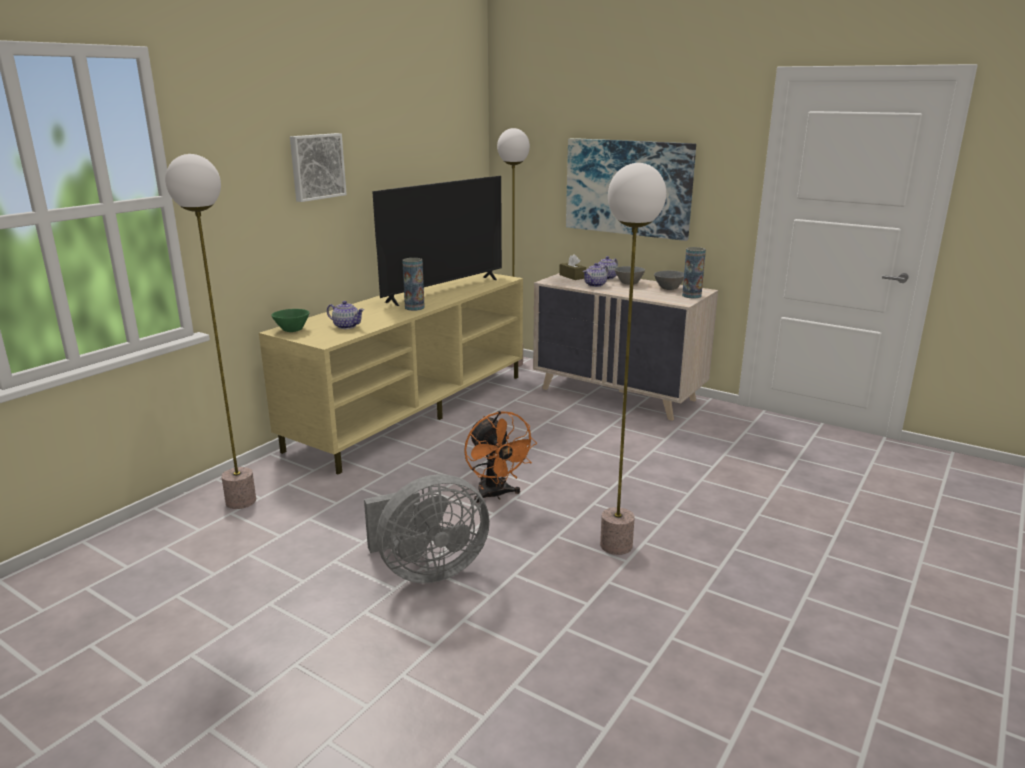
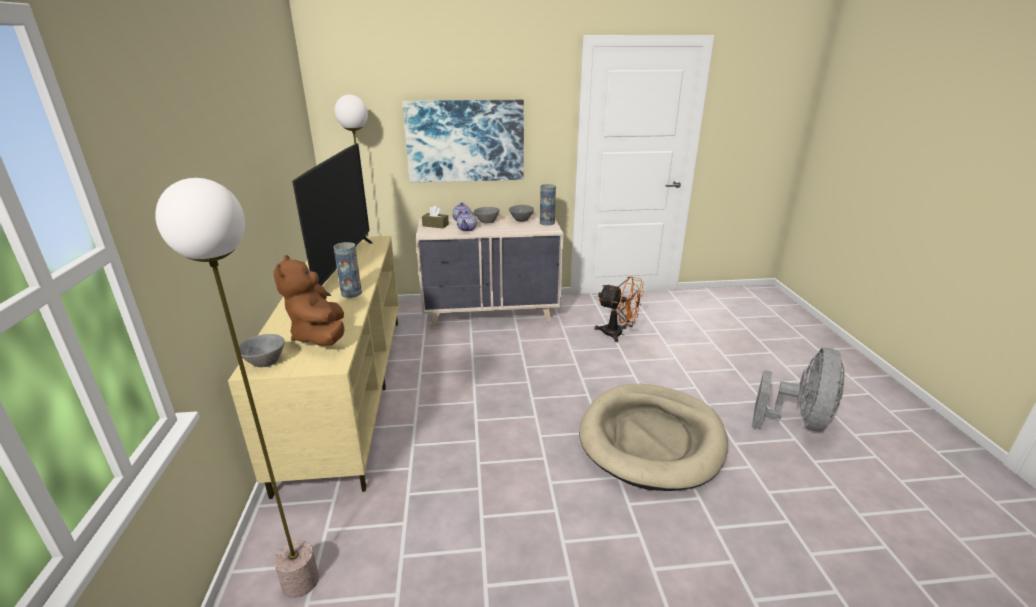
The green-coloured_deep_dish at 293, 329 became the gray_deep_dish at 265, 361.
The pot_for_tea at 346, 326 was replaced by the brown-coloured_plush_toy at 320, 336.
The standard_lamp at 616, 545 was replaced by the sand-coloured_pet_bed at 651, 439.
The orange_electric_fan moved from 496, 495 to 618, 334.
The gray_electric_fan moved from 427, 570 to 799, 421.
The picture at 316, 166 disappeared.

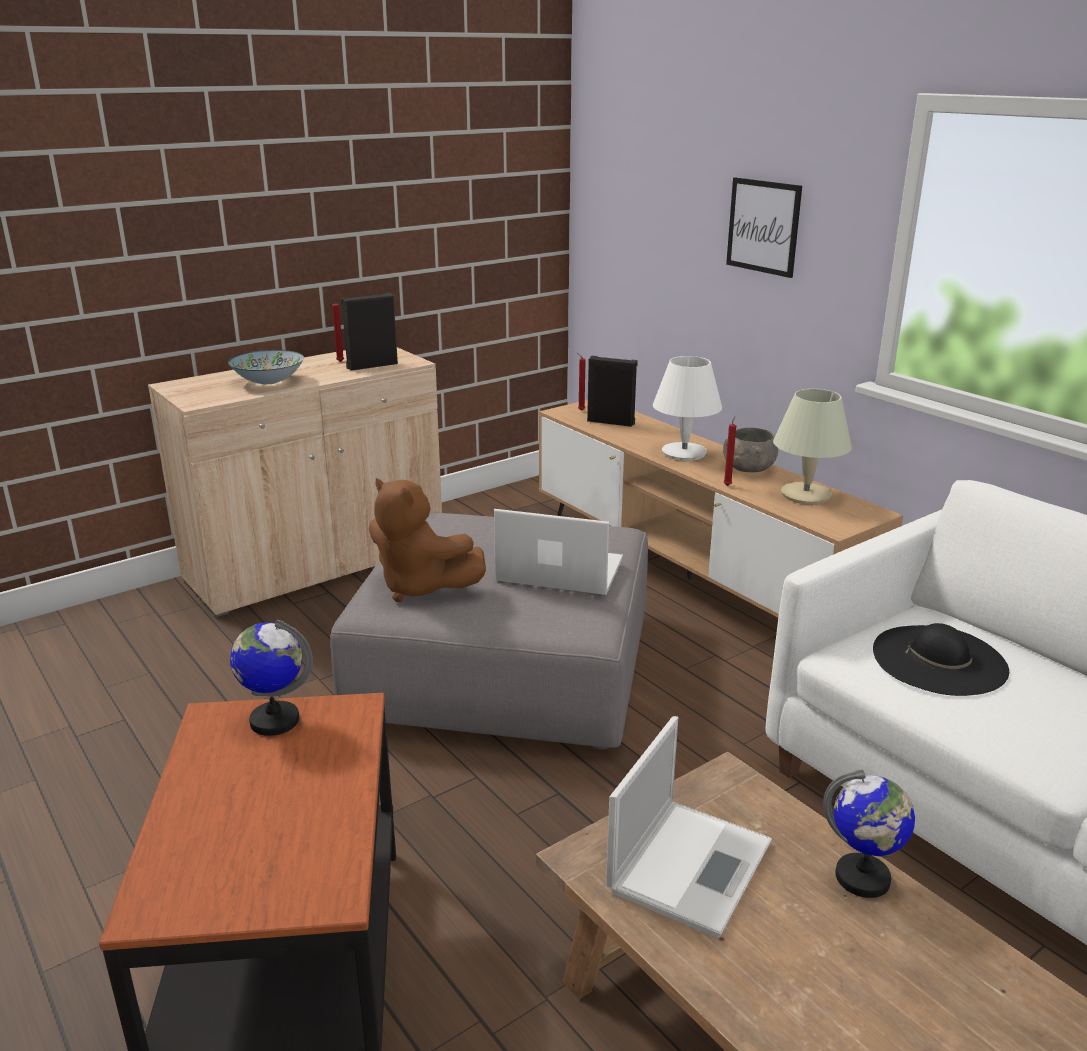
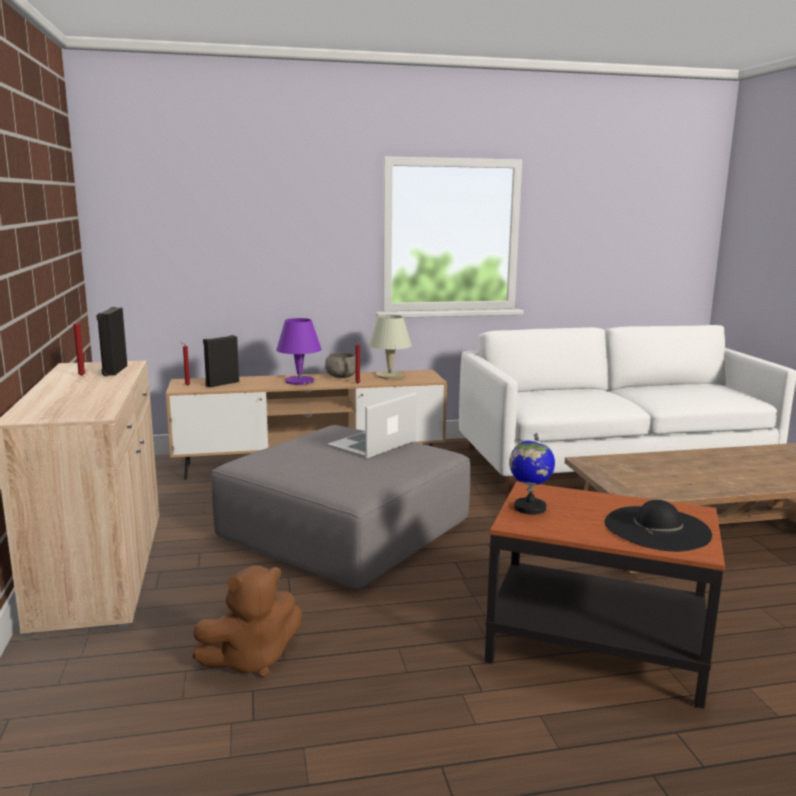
The brown-coloured_plush_toy moved from 420, 587 to 251, 659.
The whitish_tabletop_lamp at 684, 453 became the purple_tabletop_lamp at 299, 381.
The black-coloured_hat moved from 939, 659 to 657, 528.
The deep_dish at 268, 381 disappeared.
The portable_computer at 691, 863 disappeared.
The picture at 763, 226 disappeared.
The world_globe at 863, 878 disappeared.

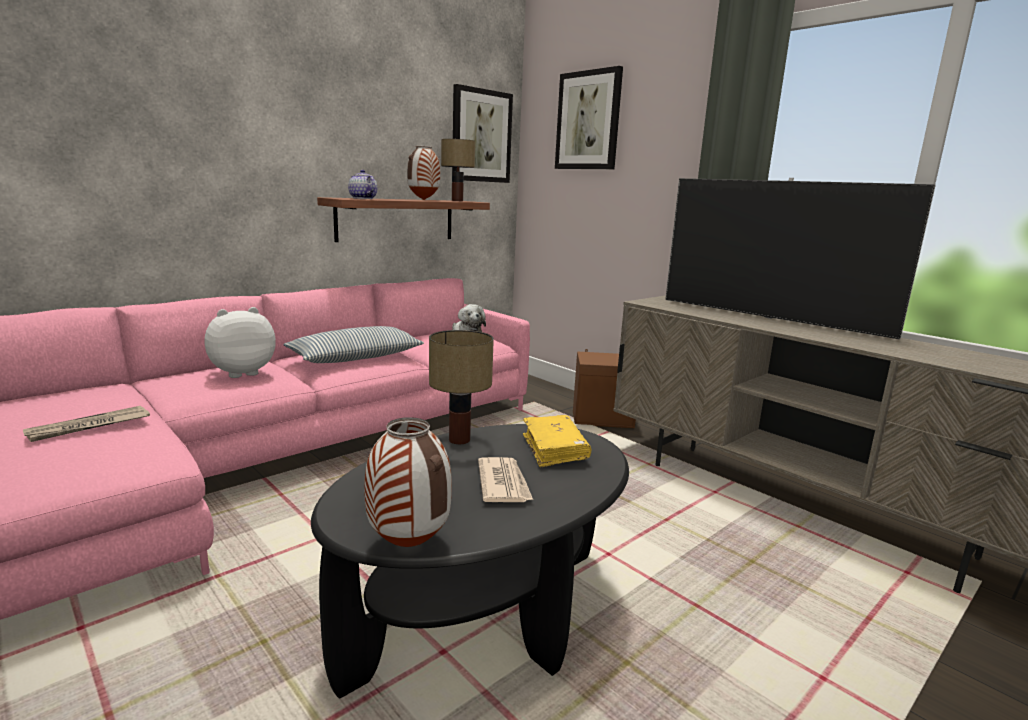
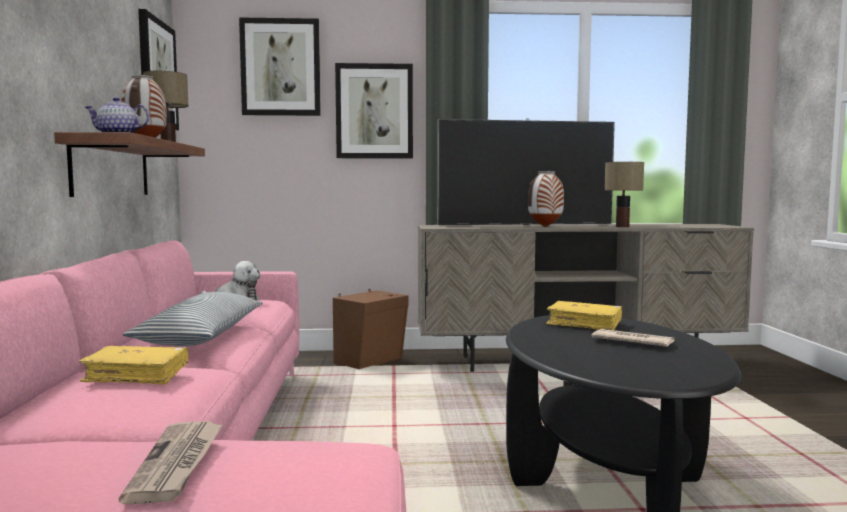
The plush_toy at 241, 372 was replaced by the yellowish_volume at 137, 375.
The picture at 374, 111 appeared.
The vase moved from 407, 545 to 545, 227.
The tabletop_lamp moved from 460, 440 to 622, 226.

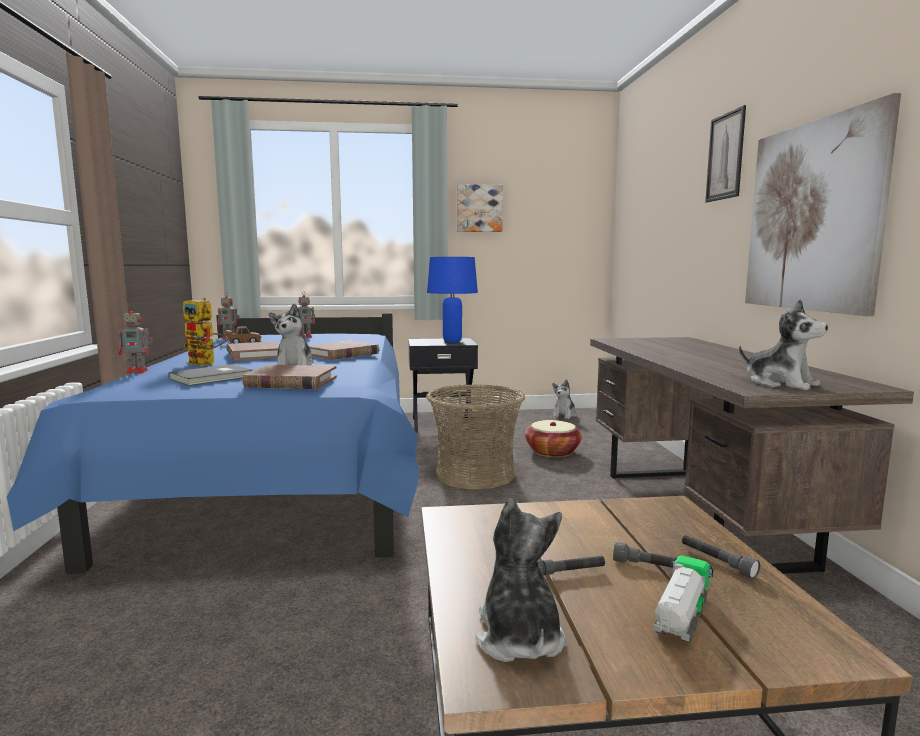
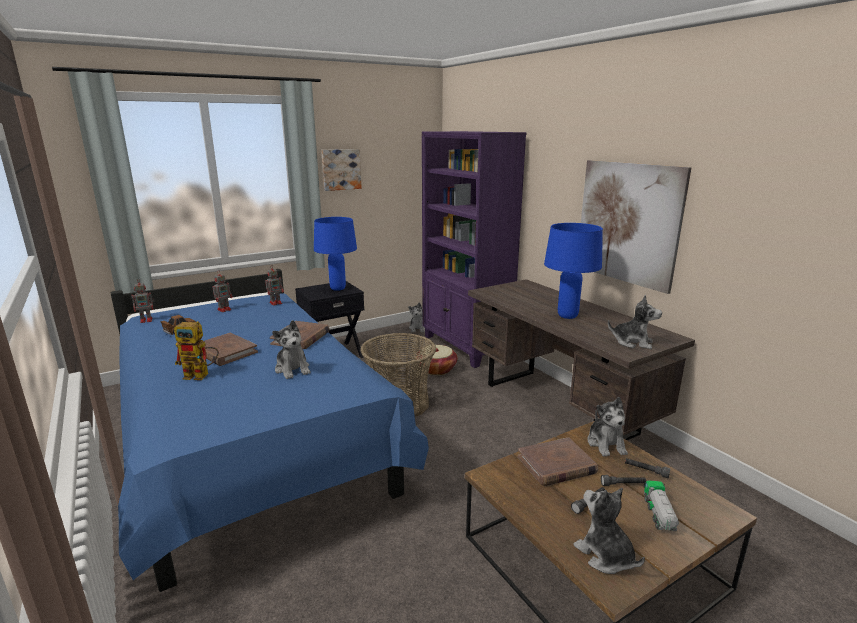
The toy_robot moved from 138, 371 to 276, 303.
The purple_bookcase at 465, 347 appeared.
The brown-coloured_volume moved from 291, 382 to 556, 465.
The blue-coloured_tabletop_lamp at 567, 316 appeared.
The plush_toy at 606, 444 appeared.
The gray_volume at 213, 377 disappeared.
The picture at 725, 156 disappeared.

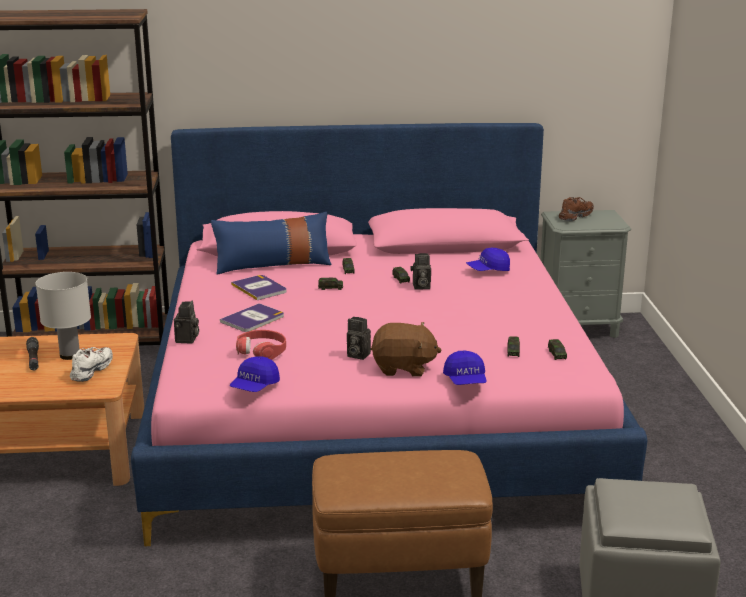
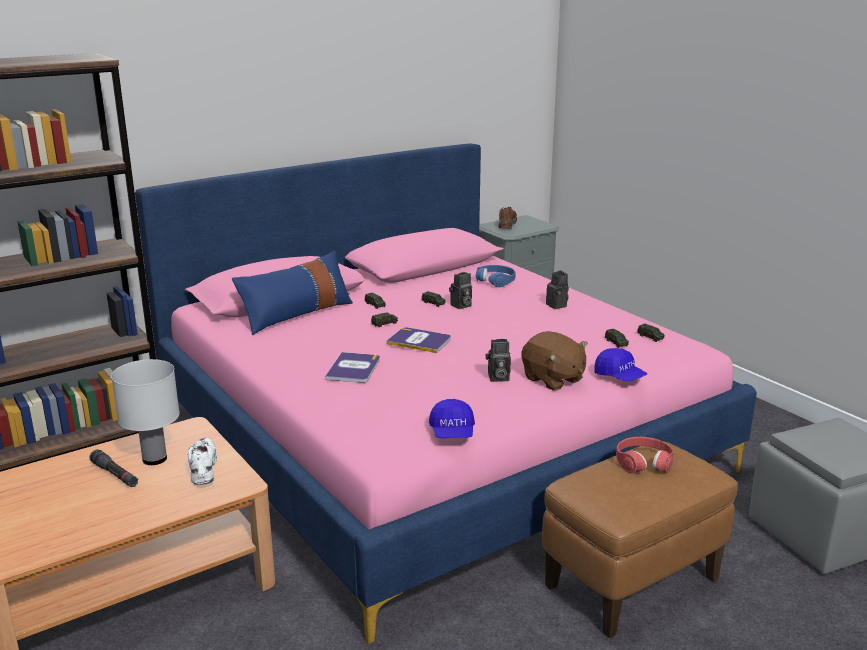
The volume moved from 259, 288 to 419, 341.
The blue-coloured_cap at 488, 270 was replaced by the blue-coloured_headphones at 495, 280.
The brown-coloured_plush_toy at 403, 368 turned 75 degrees clockwise.
The photo_camera moved from 187, 340 to 558, 305.
The reddish_headphones moved from 262, 351 to 643, 462.

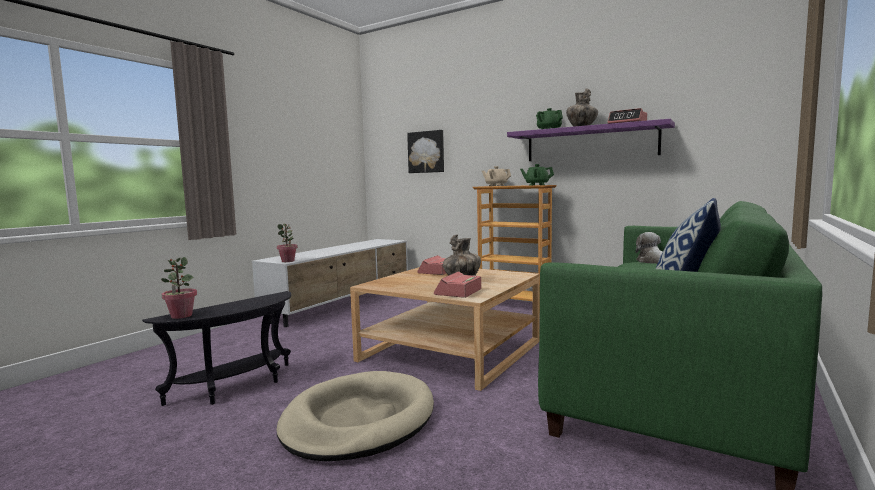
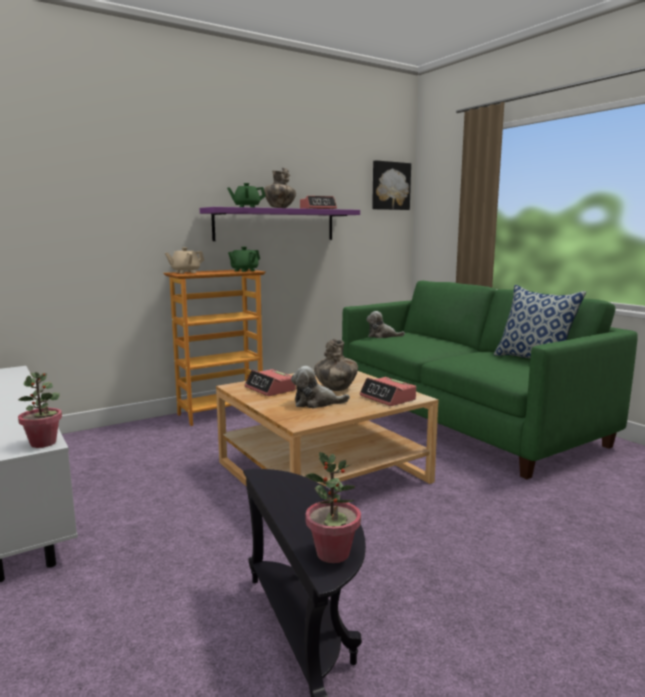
The plush_toy at 316, 403 appeared.
The picture moved from 426, 152 to 390, 186.
The sand-coloured_pet_bed at 358, 420 disappeared.

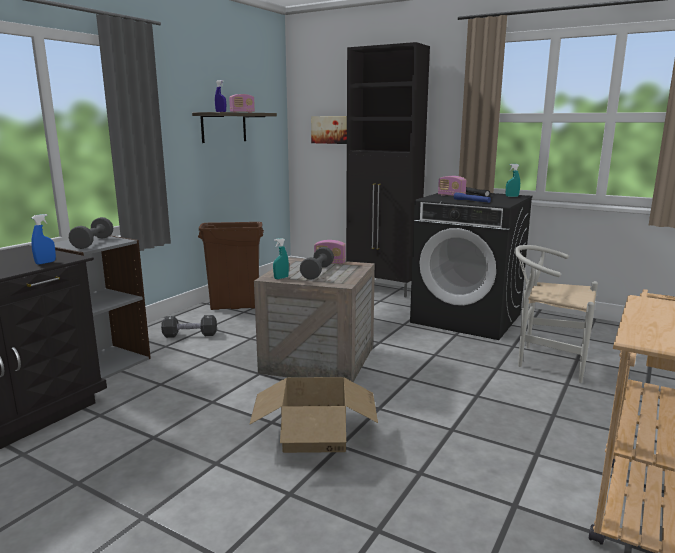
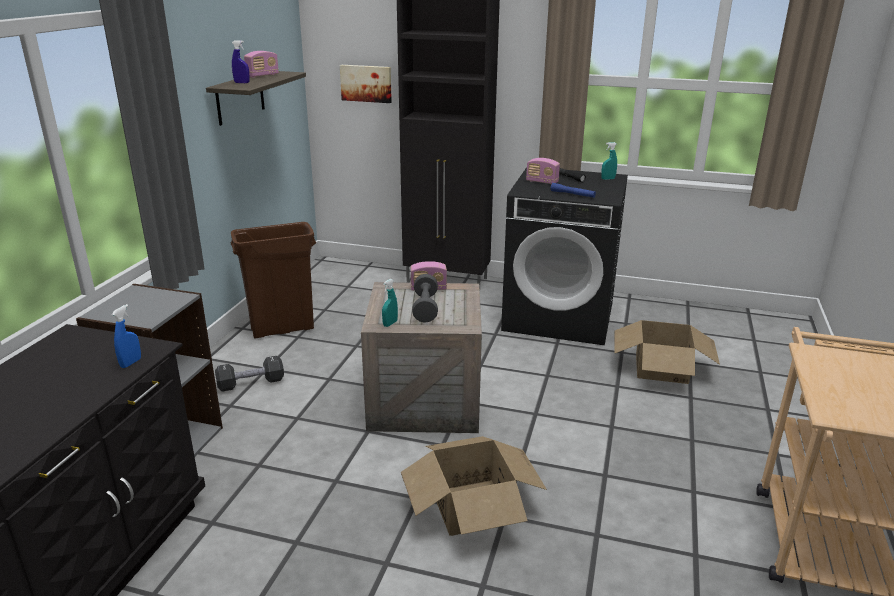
The whitish_upright_chair at 546, 360 was replaced by the carton at 661, 368.
The gray_free_weight at 93, 243 disappeared.

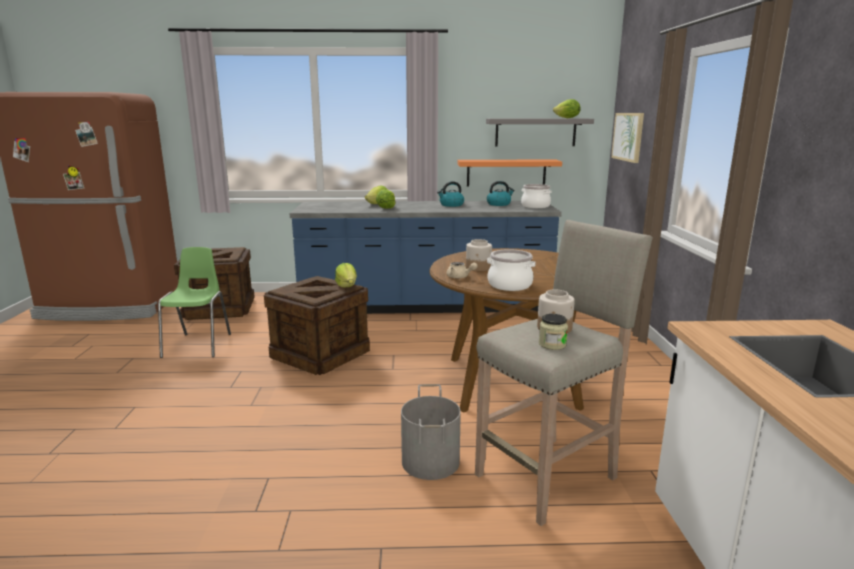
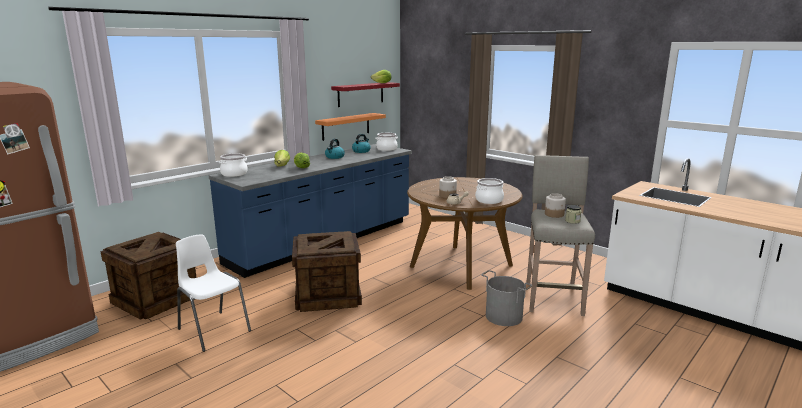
The green-coloured_upright_chair at 198, 345 became the whitish_upright_chair at 213, 330.
The stockpot at 234, 174 appeared.
The gray_shelf at 535, 132 became the reddish_shelf at 360, 94.
The head_of_lettuce at 347, 286 disappeared.
The picture at 628, 136 disappeared.

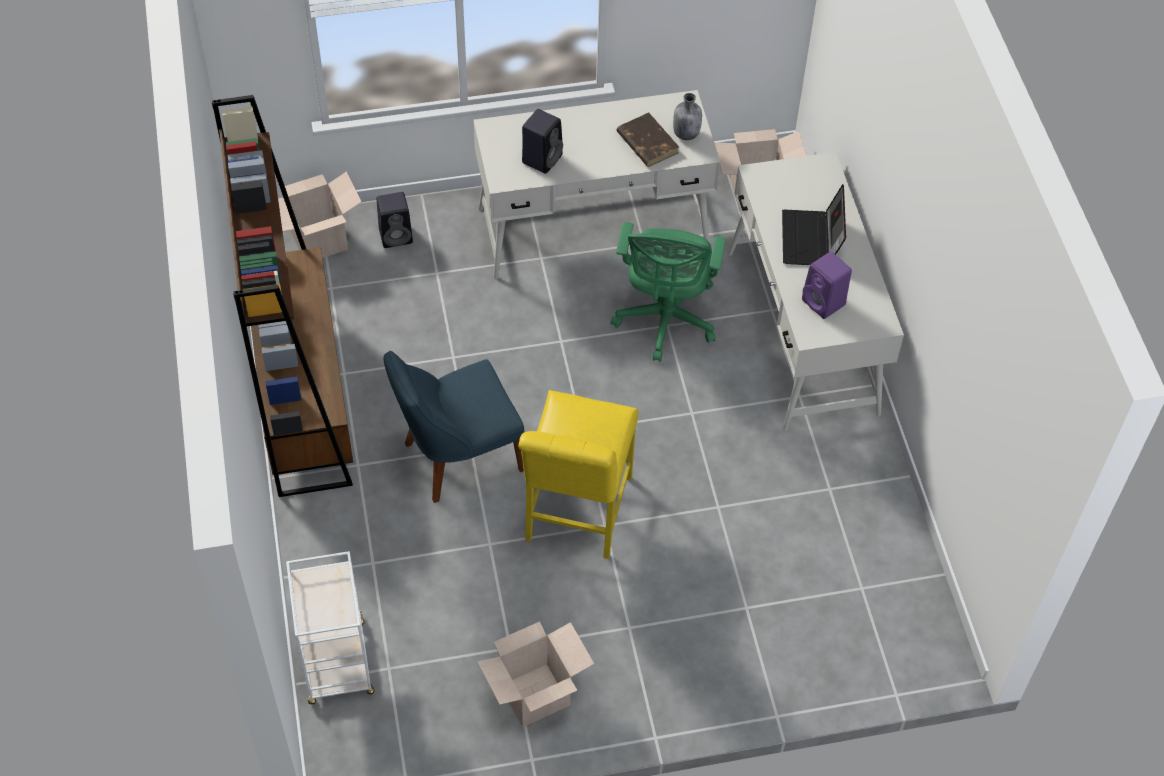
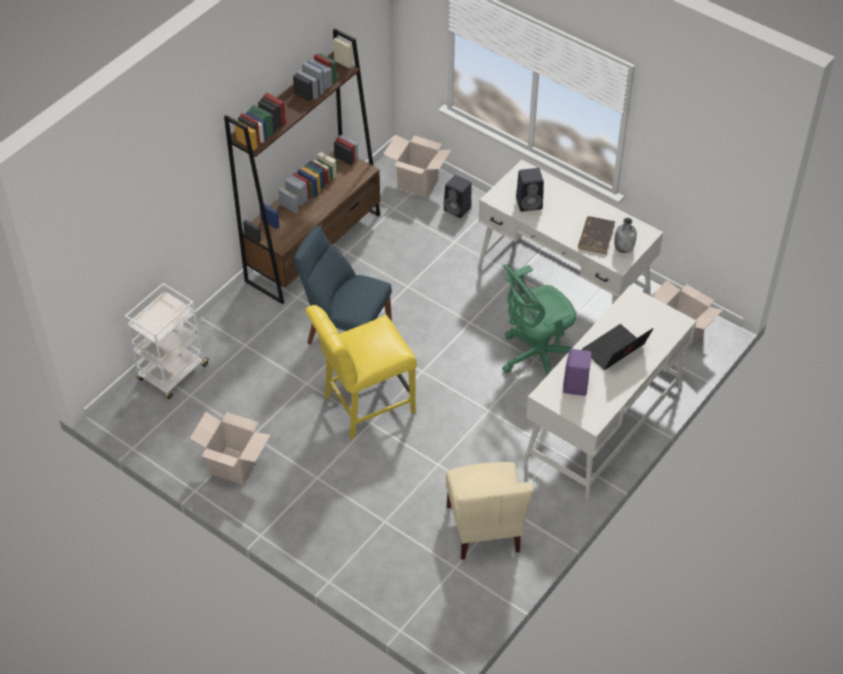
The sand-coloured_upright_chair at 485, 529 appeared.

